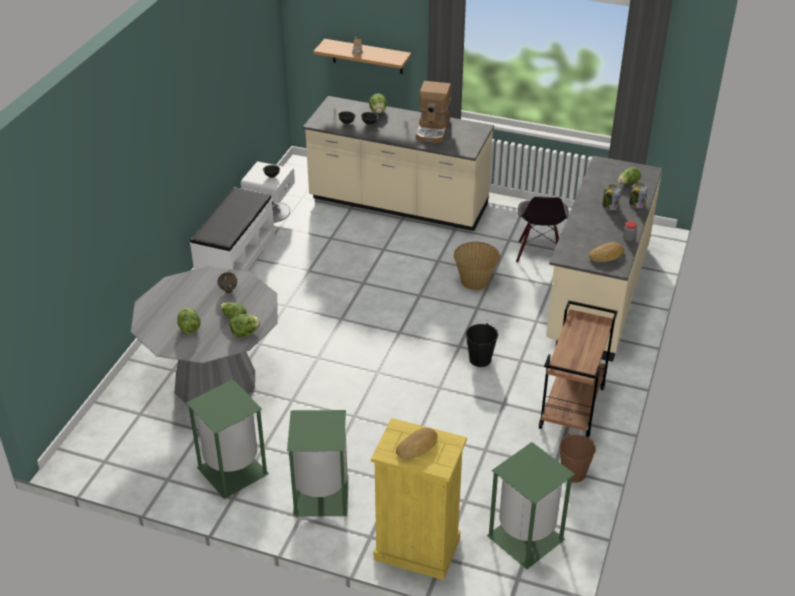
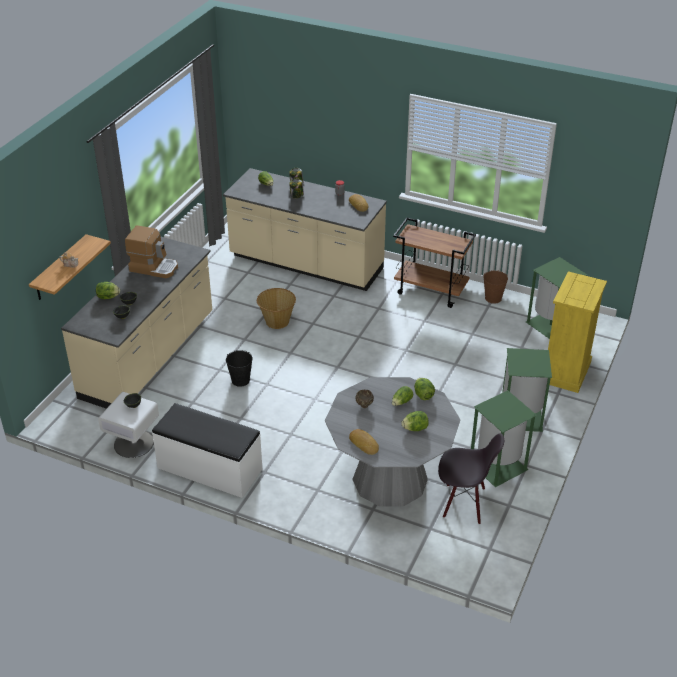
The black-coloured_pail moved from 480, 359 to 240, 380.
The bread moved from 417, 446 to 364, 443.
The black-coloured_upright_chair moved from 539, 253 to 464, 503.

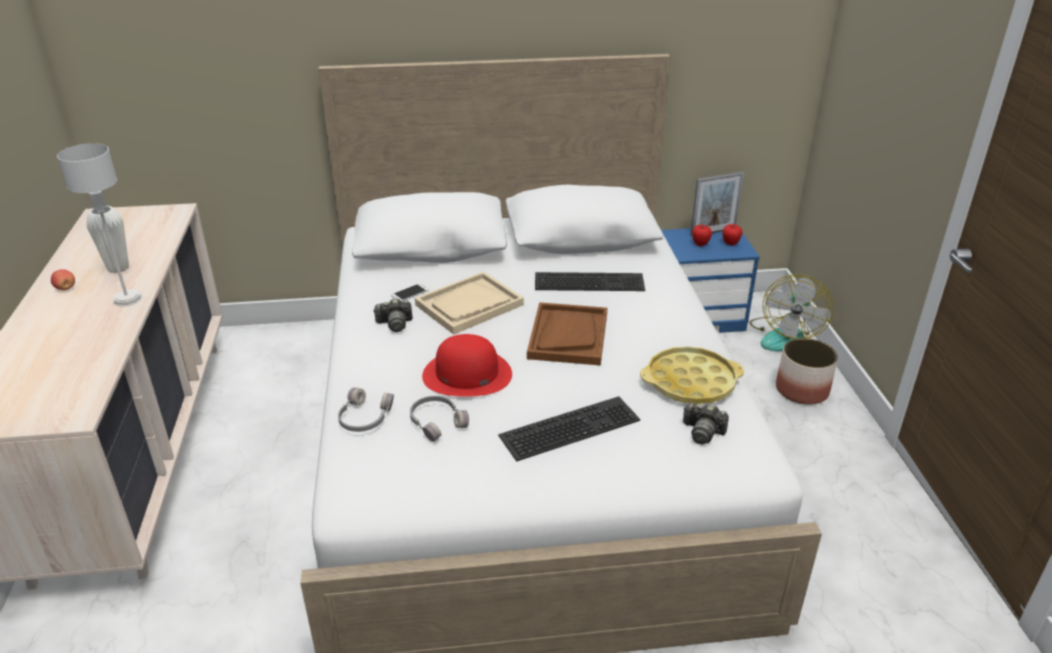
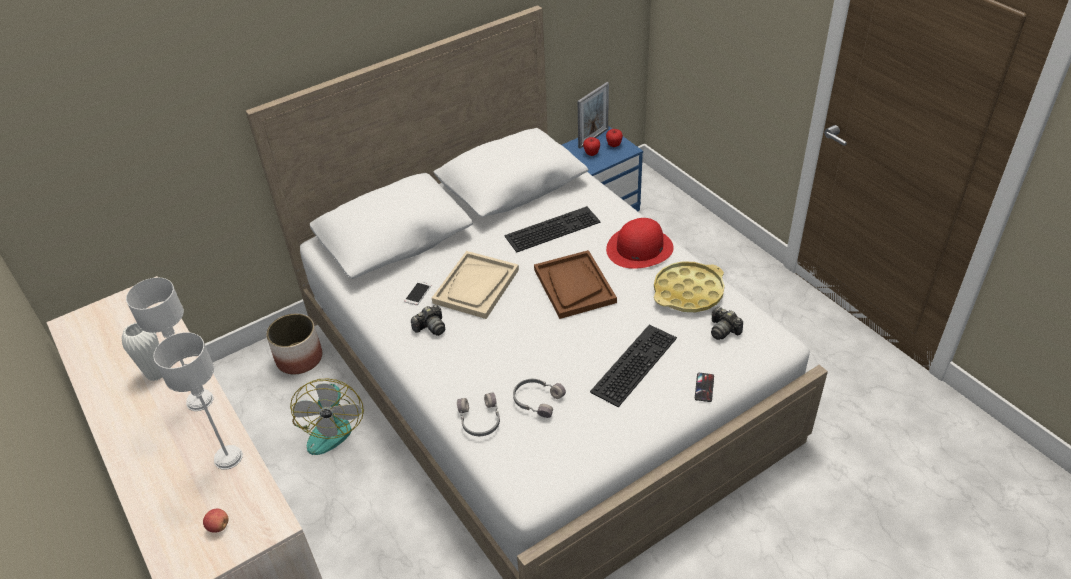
The gray_tabletop_lamp at 228, 458 appeared.
The apple moved from 65, 288 to 218, 526.
The planter moved from 801, 390 to 299, 358.
The electric_fan moved from 785, 335 to 330, 426.
The reddish_hat moved from 466, 374 to 639, 248.
The telephone at 704, 387 appeared.
The photo_camera at 703, 432 turned 45 degrees clockwise.

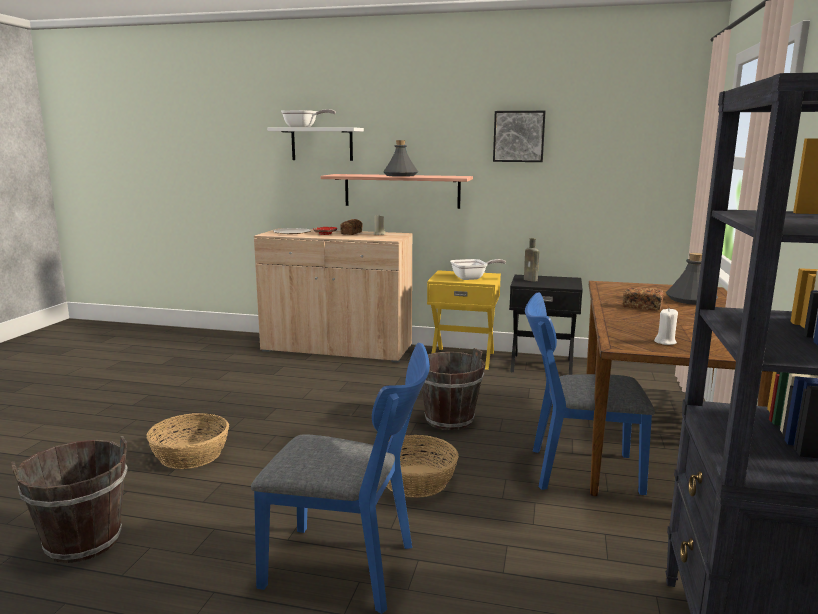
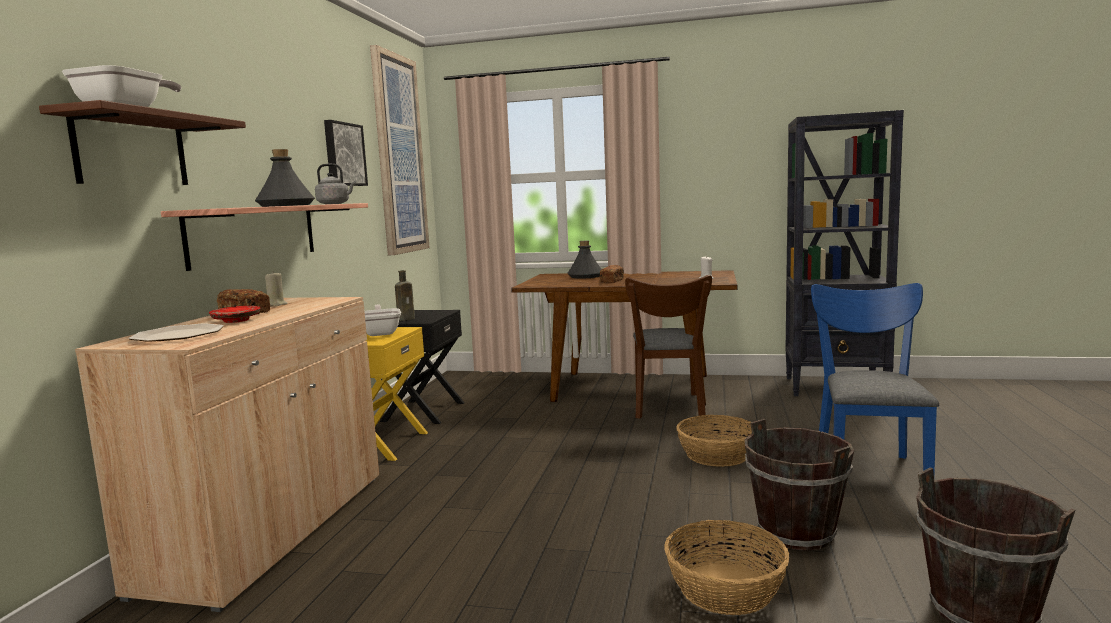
The whitish_shelf at 322, 144 became the brown-coloured_shelf at 131, 150.
The gray_water_kettle at 335, 203 appeared.
The picture at 399, 155 appeared.
The blue-coloured_upright_chair at 575, 470 became the brown-coloured_upright_chair at 668, 408.
The brown-coloured_pail moved from 449, 420 to 796, 532.

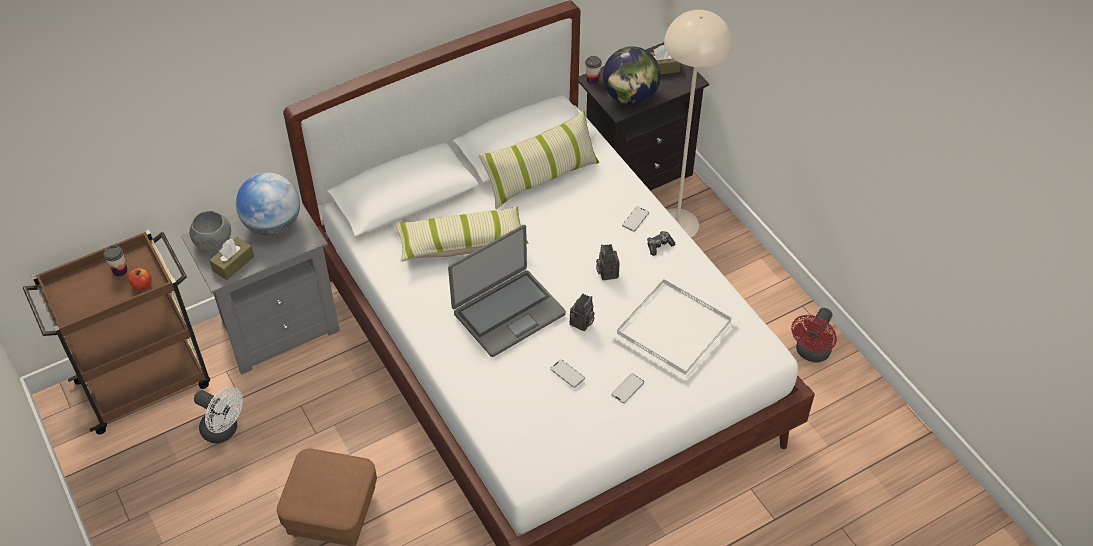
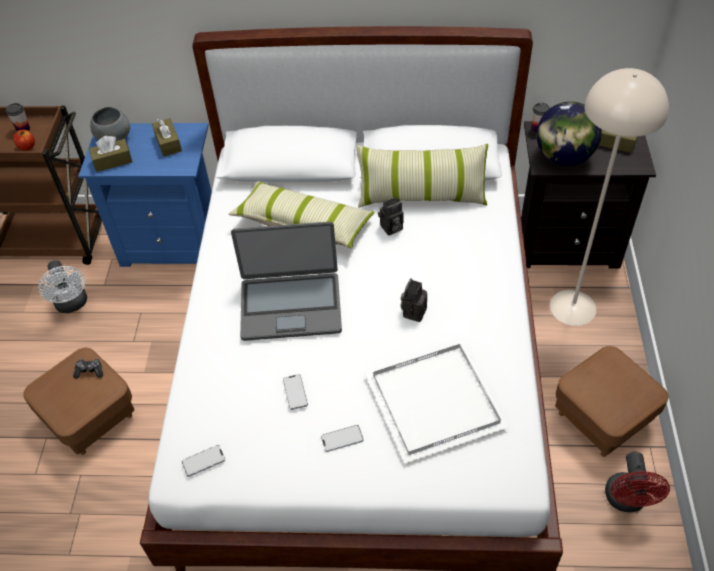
The game_controller moved from 659, 245 to 90, 371.
The gray_nightstand at 277, 327 became the blue-coloured_nightstand at 174, 242.
The world_globe at 273, 224 was replaced by the brown-coloured_box_of_tissues at 168, 143.
The telephone moved from 635, 219 to 203, 461.
The photo_camera moved from 582, 323 to 391, 228.
The brown-coloured_pouffe at 602, 417 appeared.
The reddish_electric_fan at 811, 353 turned 60 degrees counterclockwise.

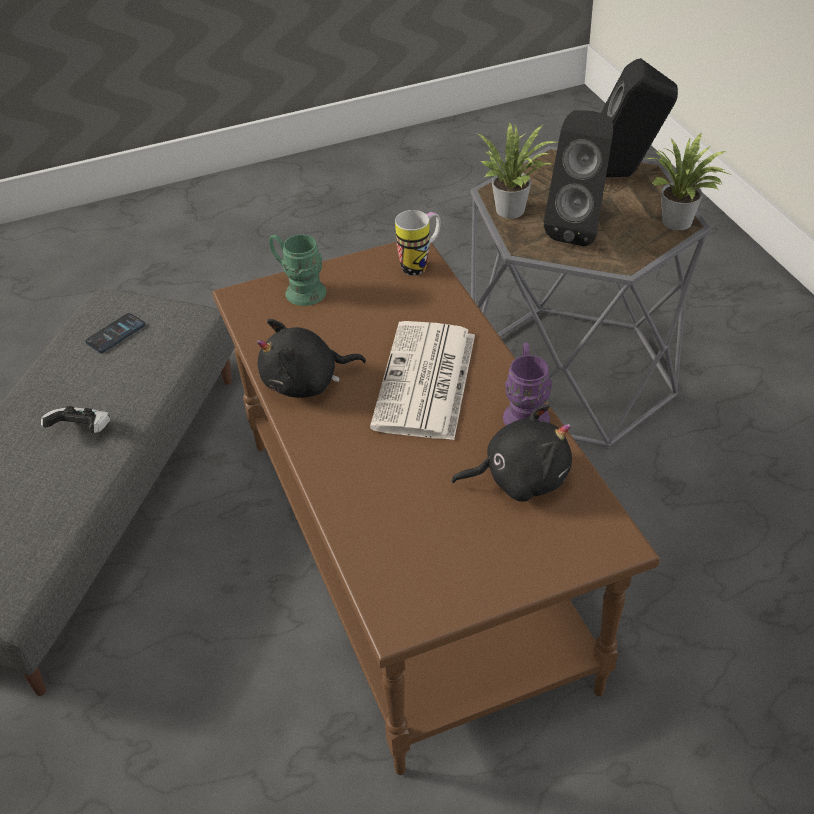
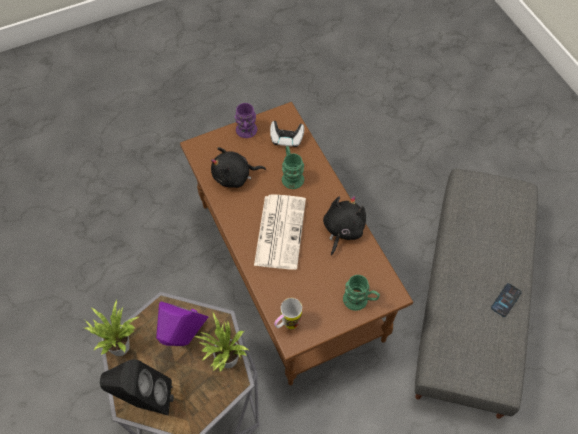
The black-coloured_loudspeaker at 579, 228 became the purple_loudspeaker at 184, 340.
The purple_tea_mug moved from 525, 411 to 246, 133.
The game_controller moved from 82, 431 to 286, 139.
The green-coloured_tea_mug at 291, 175 appeared.
The black-coloured_plush_toy at 306, 382 turned 45 degrees counterclockwise.
The telephone moved from 115, 334 to 506, 300.

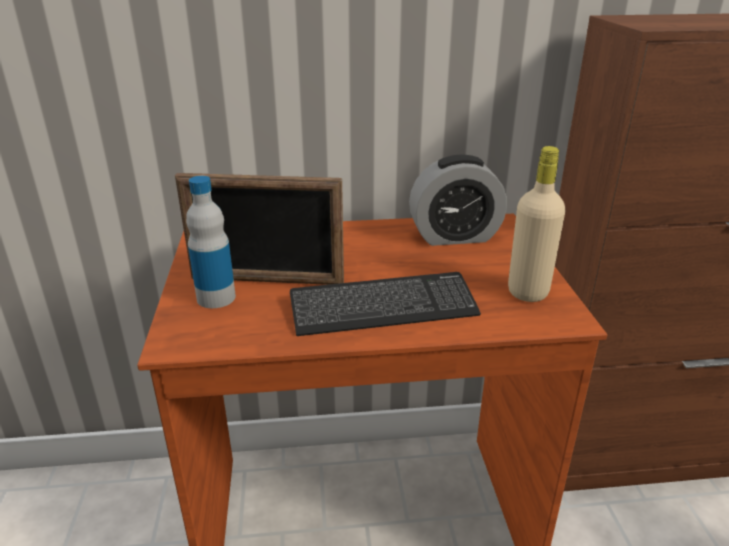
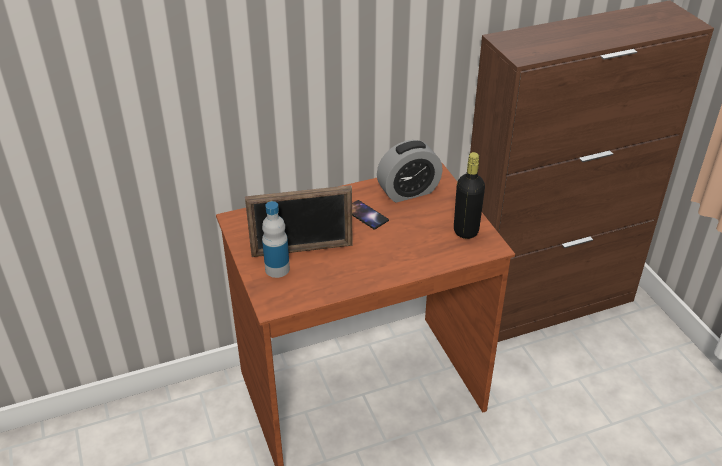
The telephone at 366, 215 appeared.
The sand-coloured_drink_bottle at 528, 292 became the black-coloured_drink_bottle at 466, 231.
The keyboard at 383, 307 disappeared.

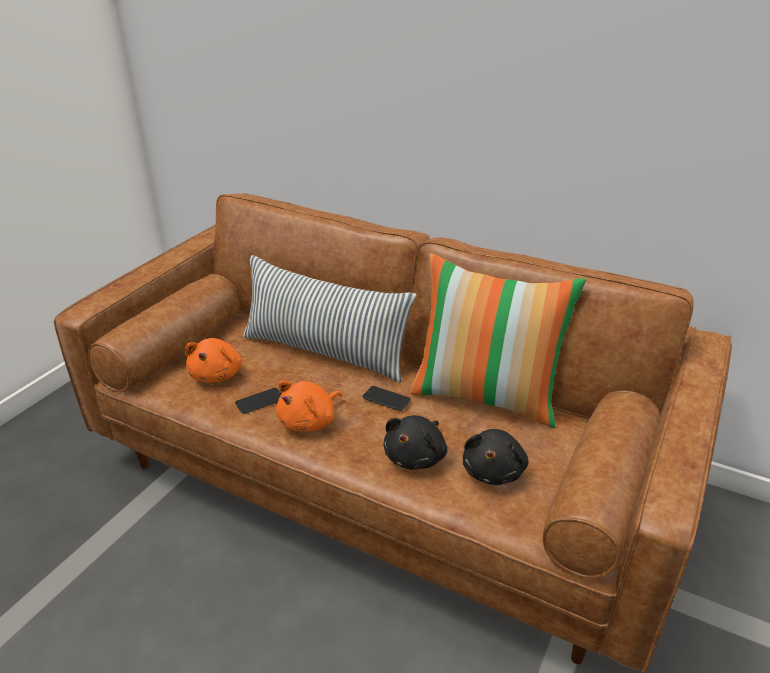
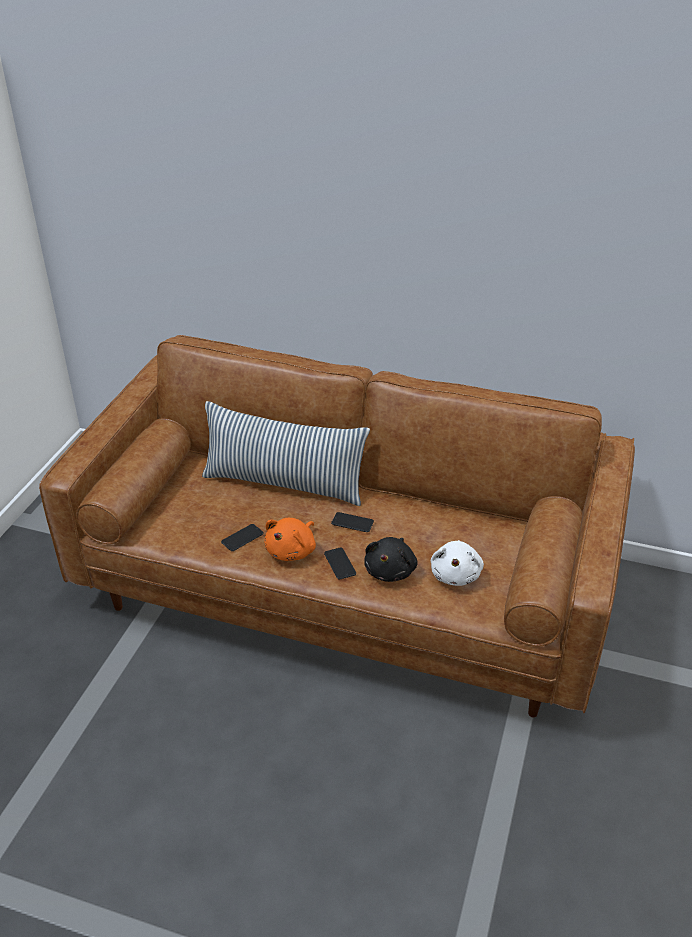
The telephone at 340, 564 appeared.
The black-coloured_plush_toy at 494, 470 became the whitish_plush_toy at 456, 574.
The orange_plush_toy at 217, 374 disappeared.
The pillow at 486, 396 disappeared.

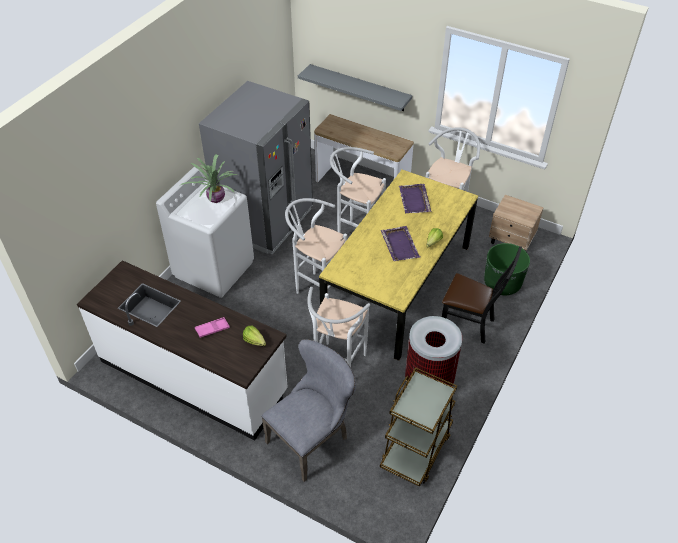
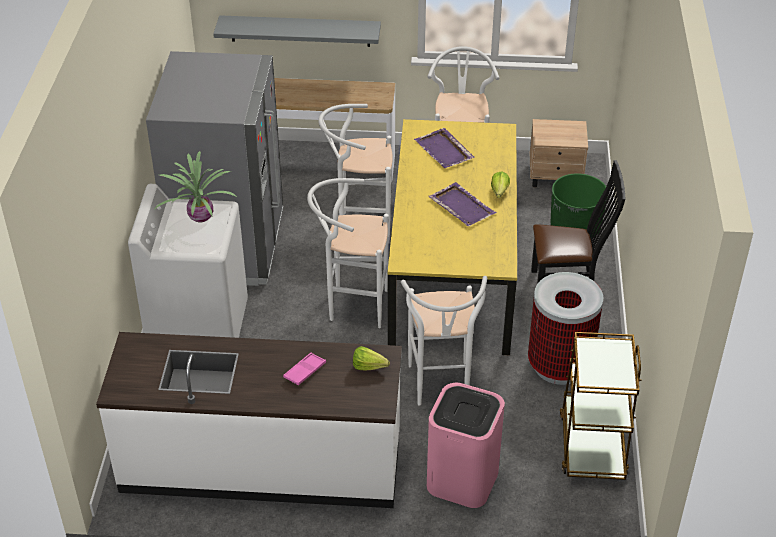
The gray_upright_chair at 312, 438 was replaced by the pink_trash_can at 463, 479.

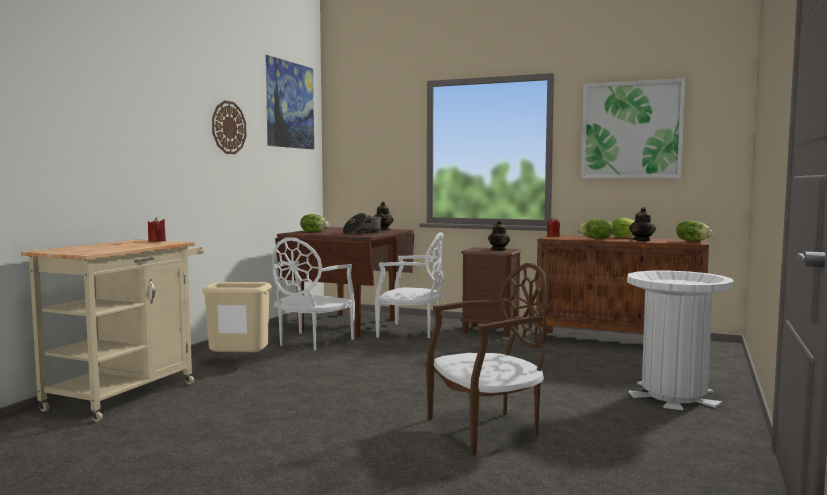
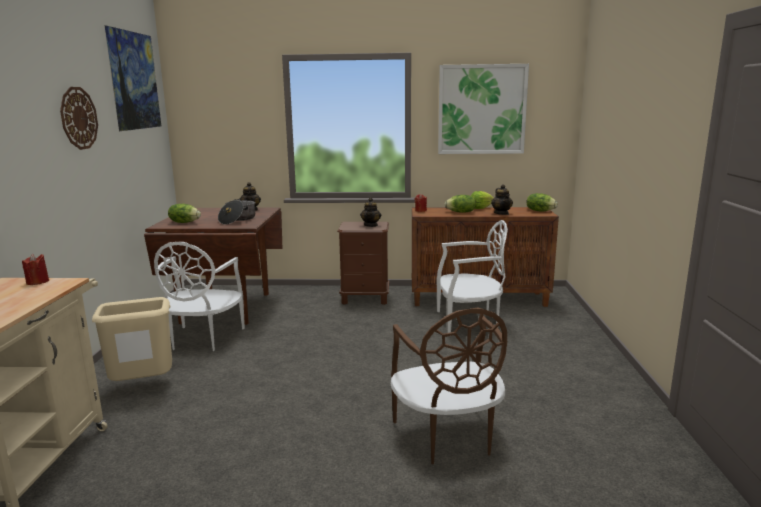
The brown-coloured_upright_chair at 487, 429 turned 120 degrees clockwise.
The whitish_upright_chair moved from 411, 332 to 469, 322.
The whitish_trash_can at 674, 395 disappeared.

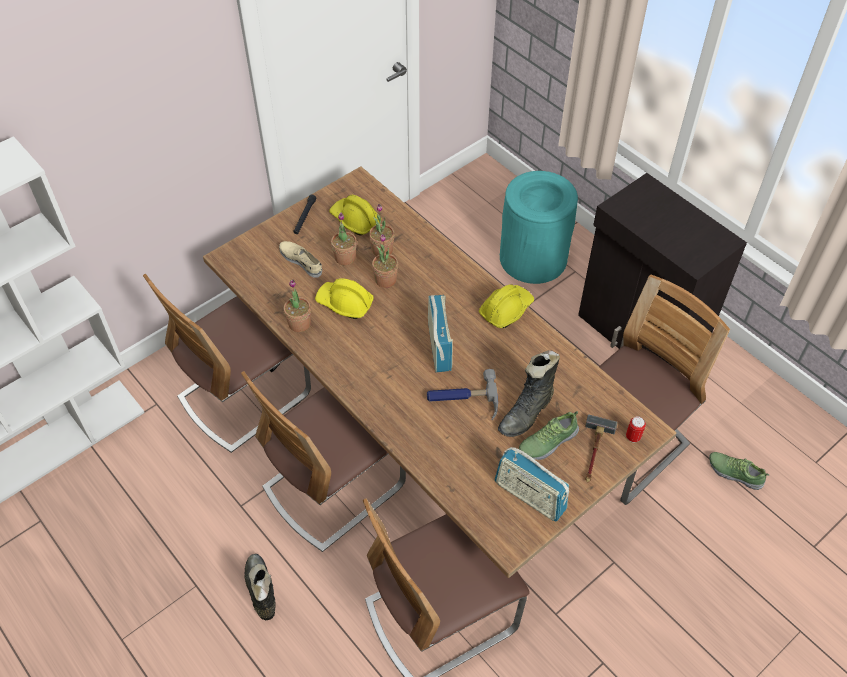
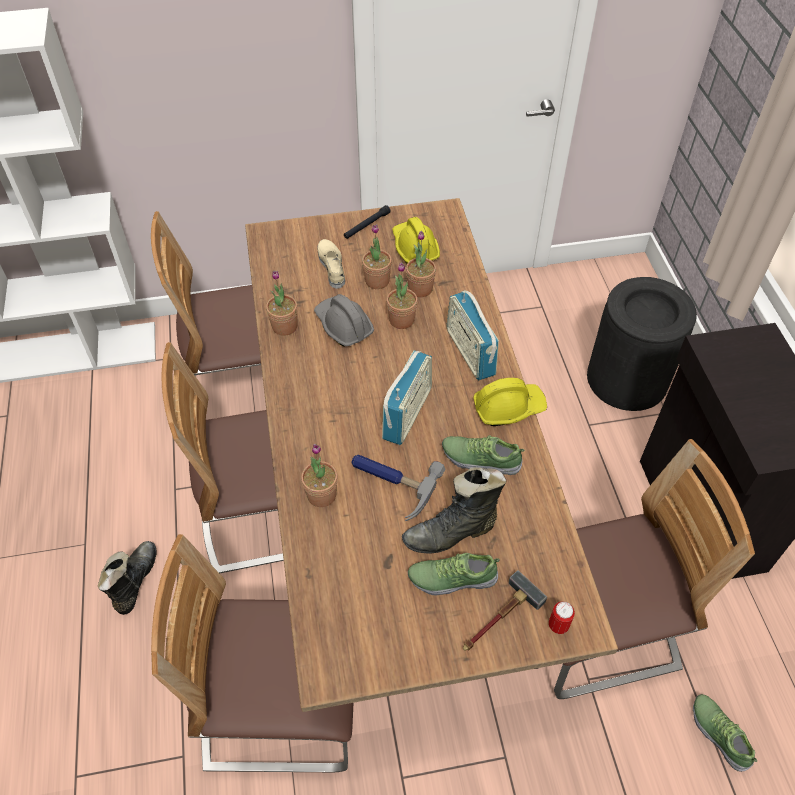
The potted_plant at 321, 495 appeared.
The yellowish_work_helmet at 344, 303 became the gray_work_helmet at 343, 326.
The item_of_footwear at 481, 458 appeared.
The radio_receiver moved from 529, 496 to 470, 352.
The blue-green_trash_can at 533, 258 became the black-coloured_trash_can at 627, 379.

